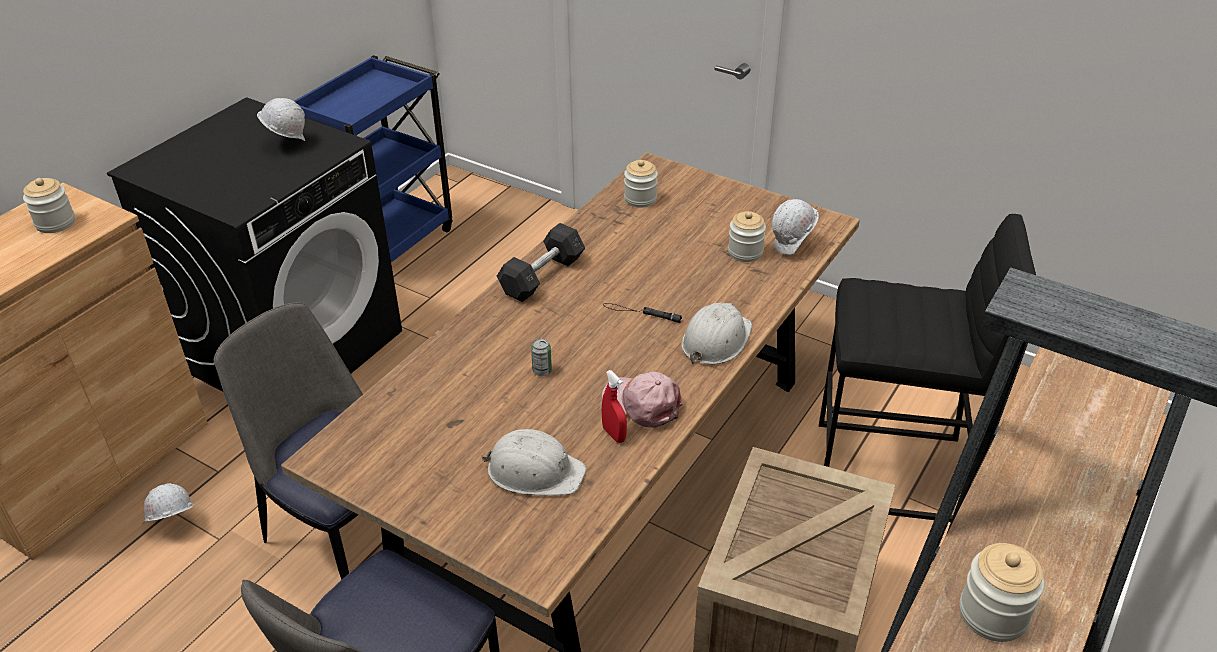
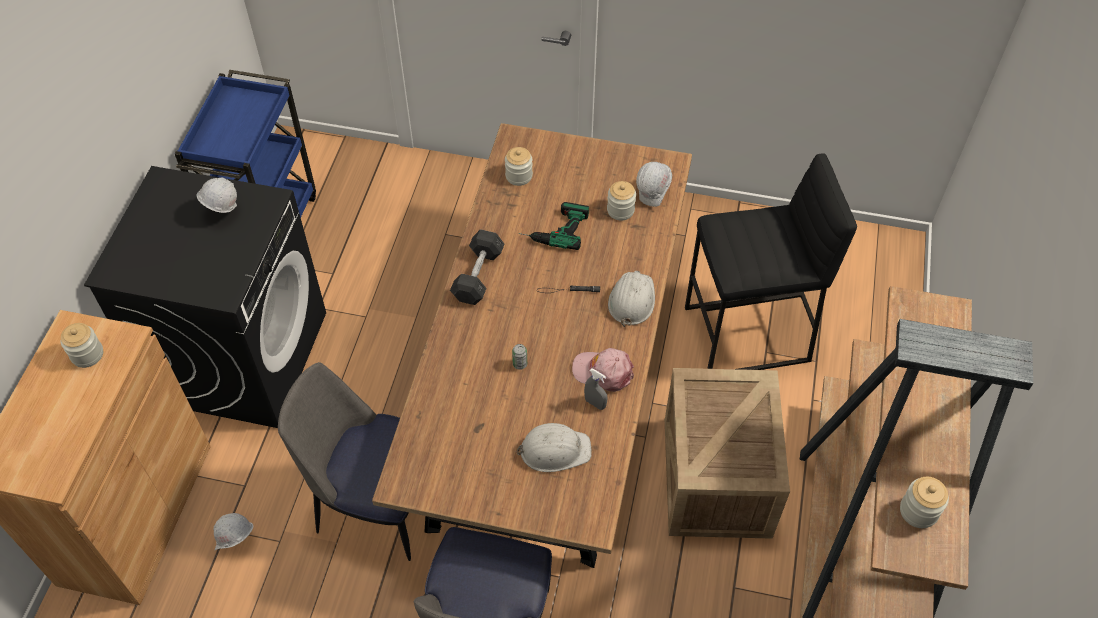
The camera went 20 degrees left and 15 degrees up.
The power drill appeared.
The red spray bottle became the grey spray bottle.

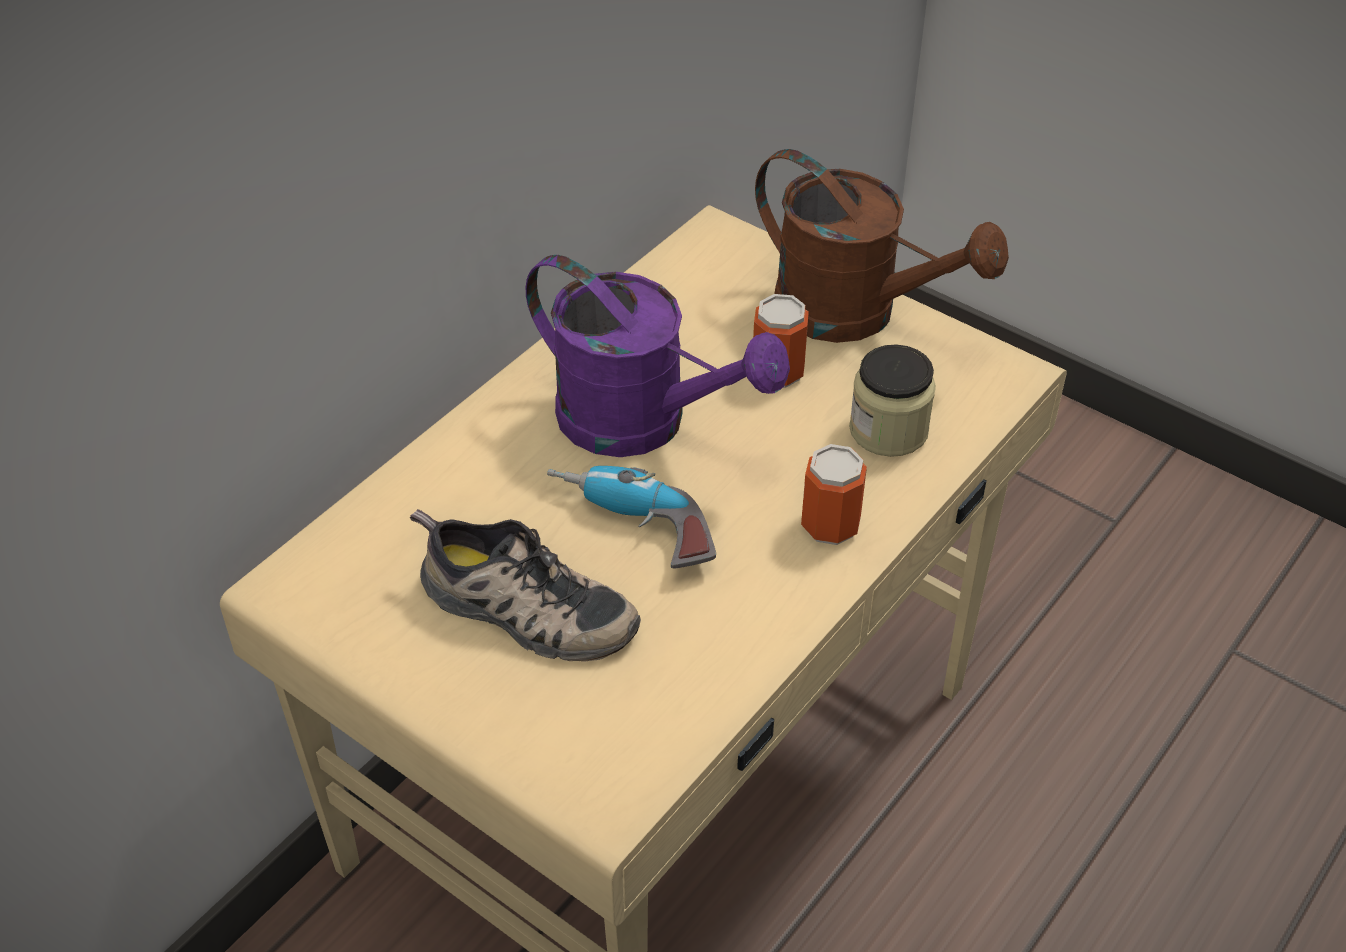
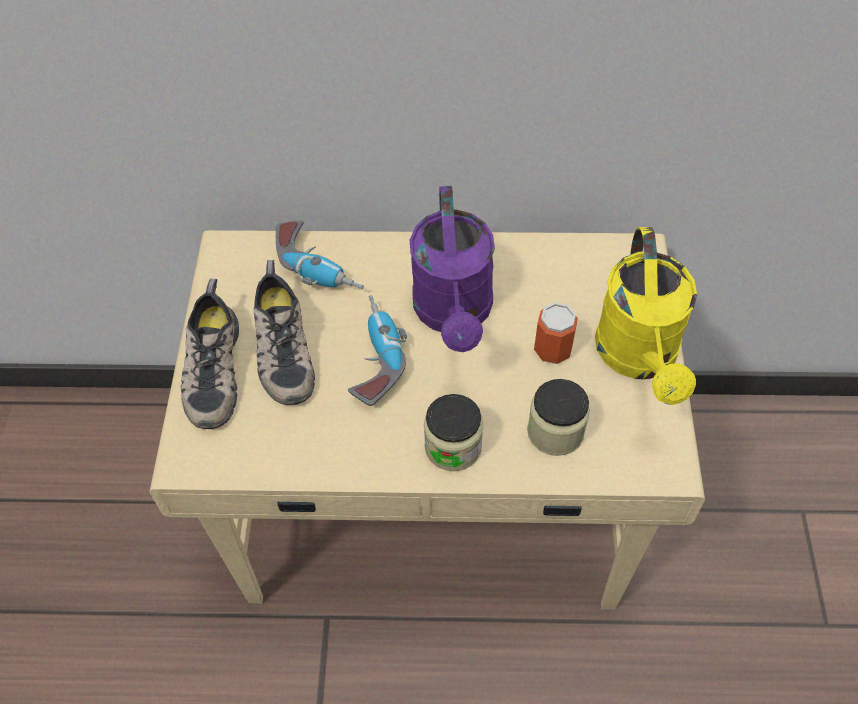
The camera went 55 degrees right and 10 degrees up.
The shoe (1st from left) appeared.
The power drill (1st from left) appeared.
The can (2nd from left) was replaced by the jar (1st from left).
The brown watering can became the yellow watering can.

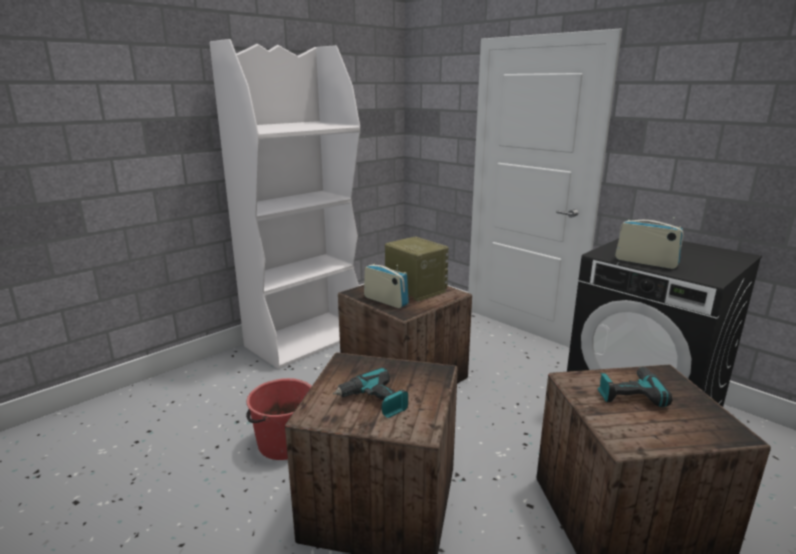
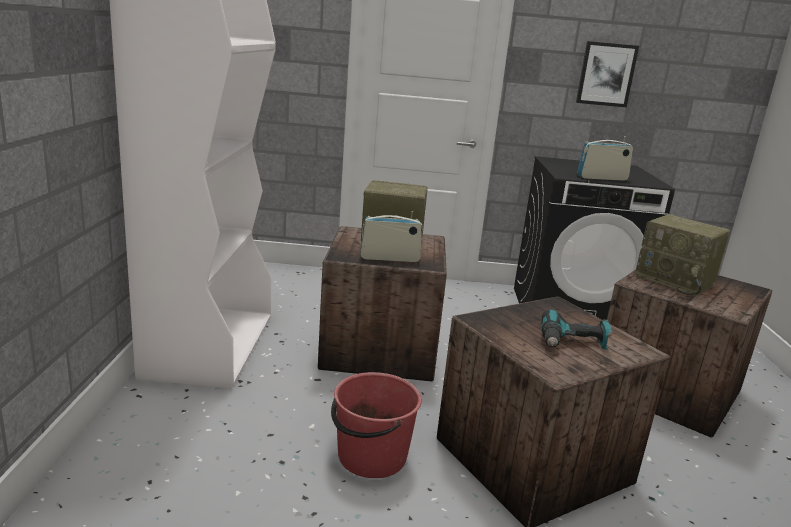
The camera went 45 degrees left and 0 degrees up.
The picture appeared.
The power drill (2nd from left) was replaced by the radio (4th from left).

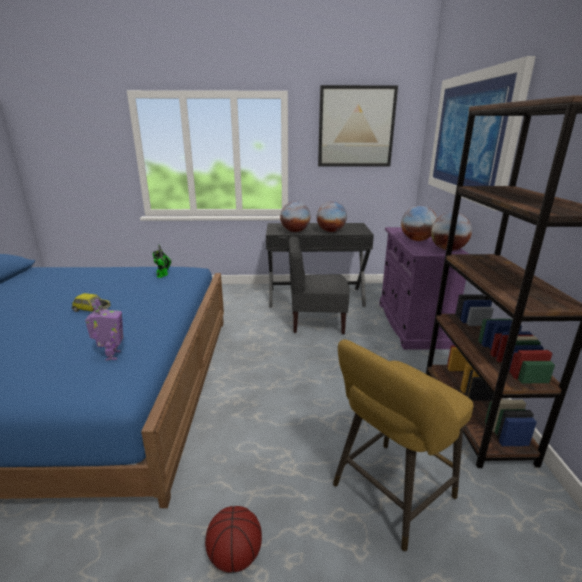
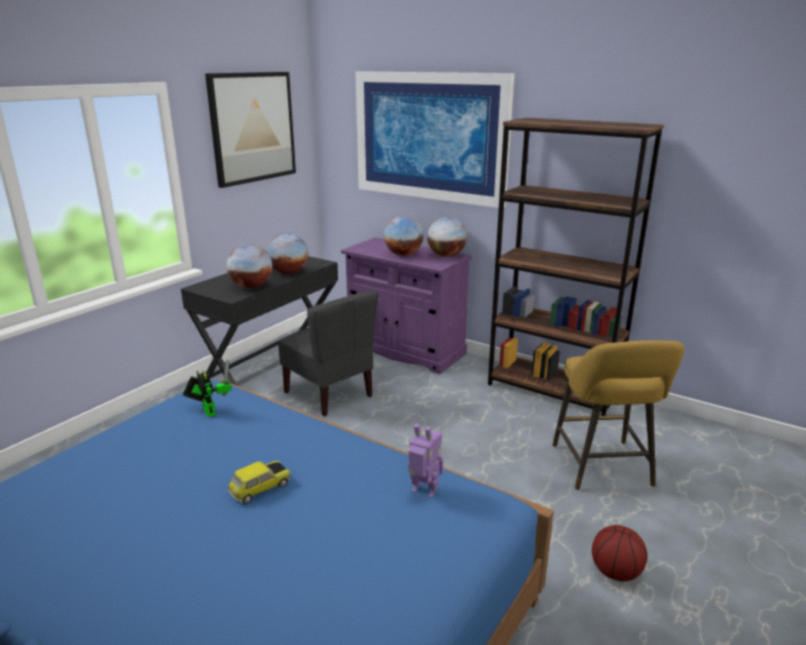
The camera went 55 degrees left and 0 degrees up.
The grey chair turned 75 degrees counterclockwise.

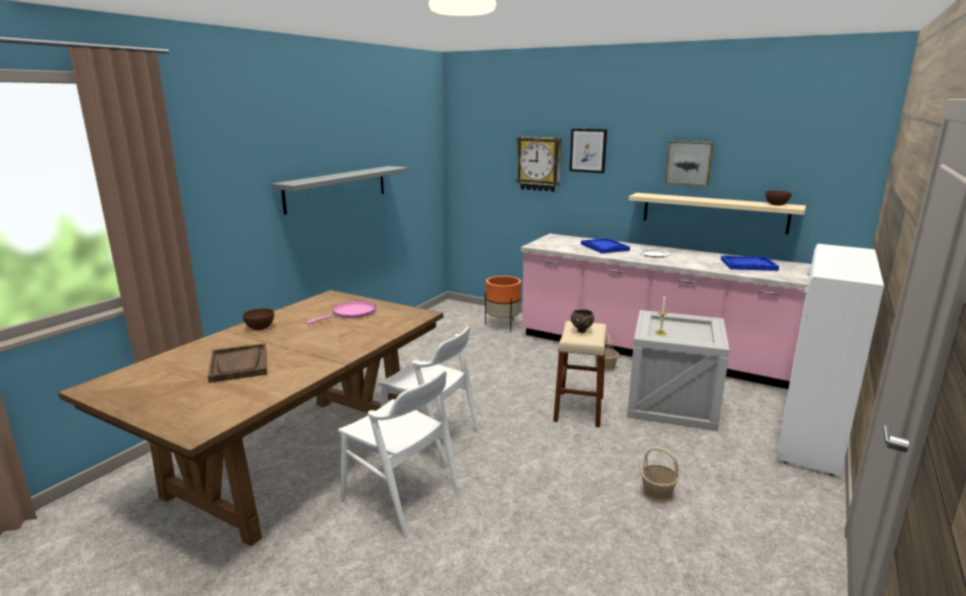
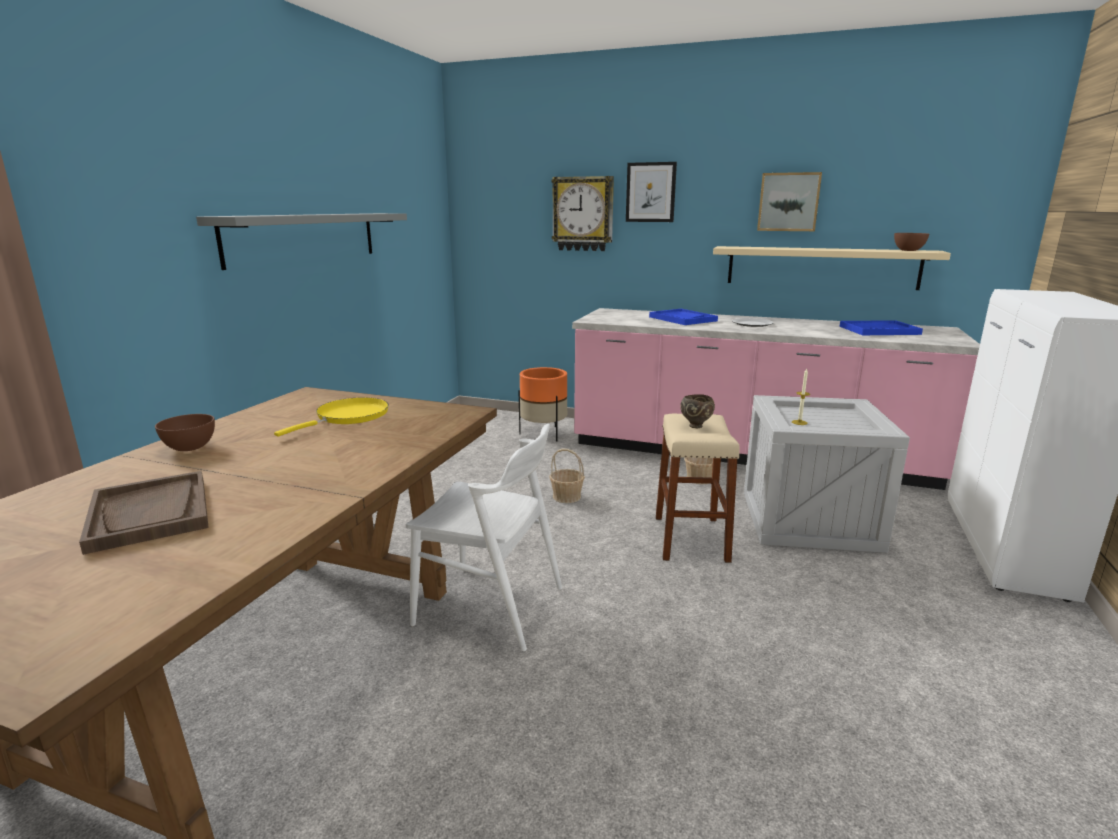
The camera went 10 degrees left and 0 degrees up.
The white chair (1st from left) disappeared.
The basket (2nd from left in the first image) moved.
The pink frying pan became the yellow frying pan.

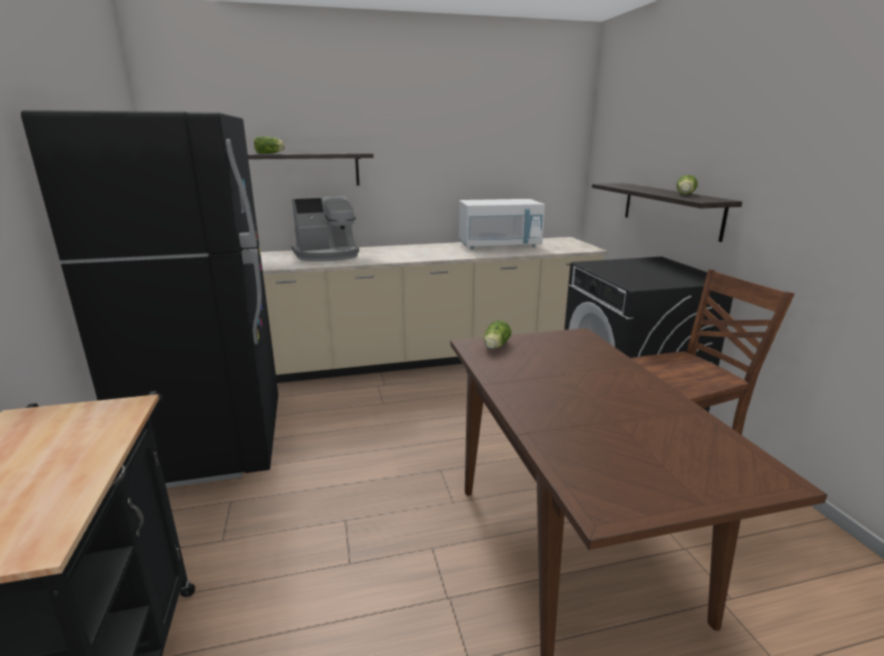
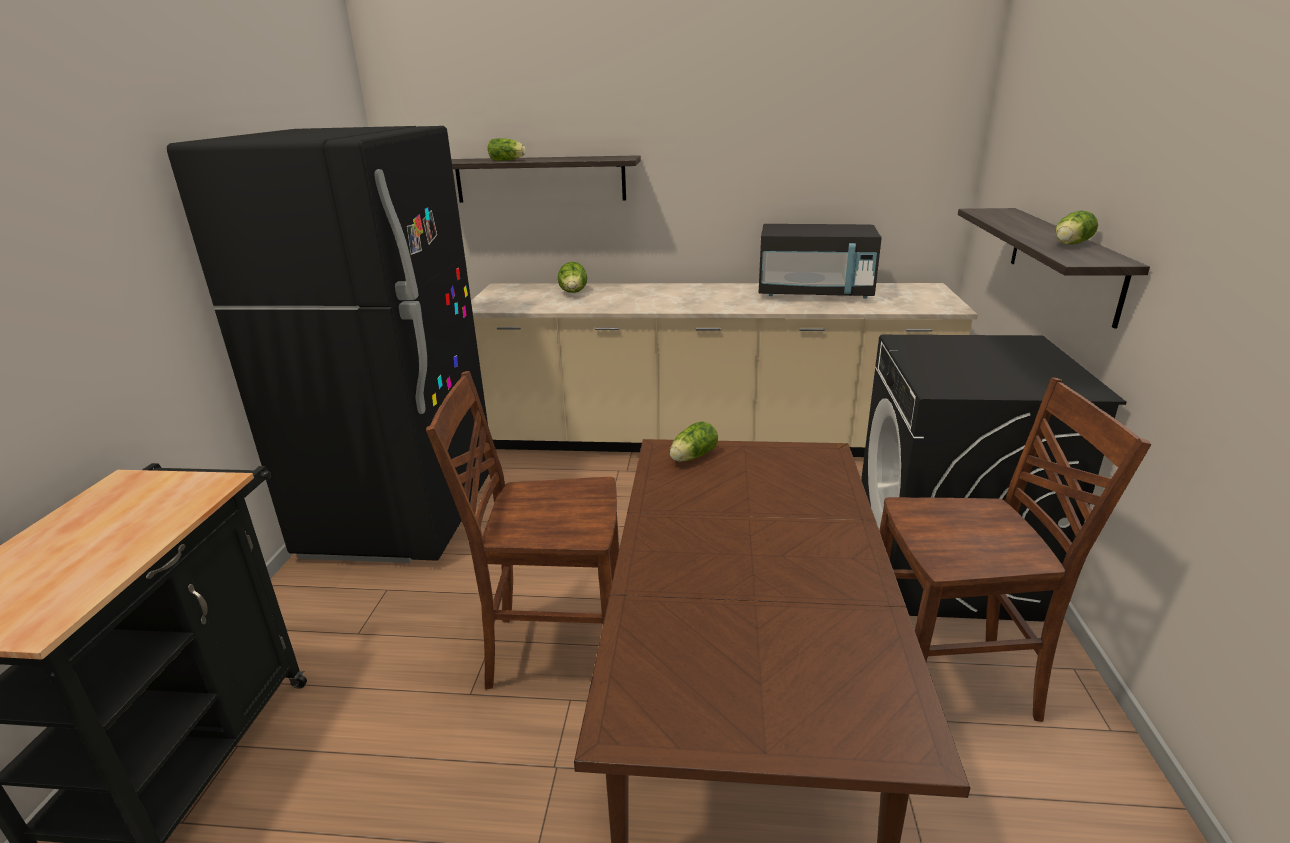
The camera went 20 degrees right and 5 degrees up.
The brown chair (1st from left) appeared.
The coffee machine was replaced by the lettuce (2nd from left).
The white microwave became the black microwave.

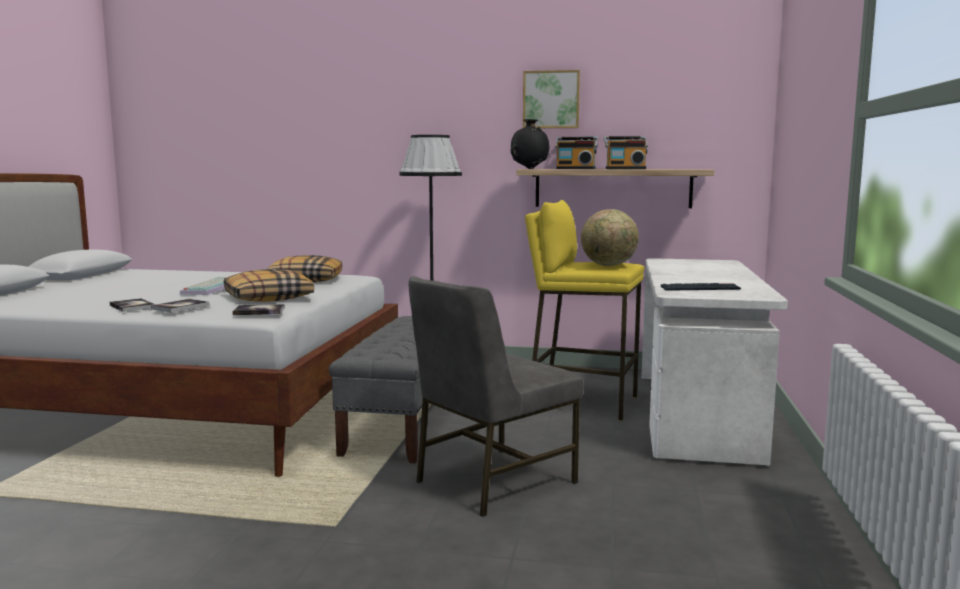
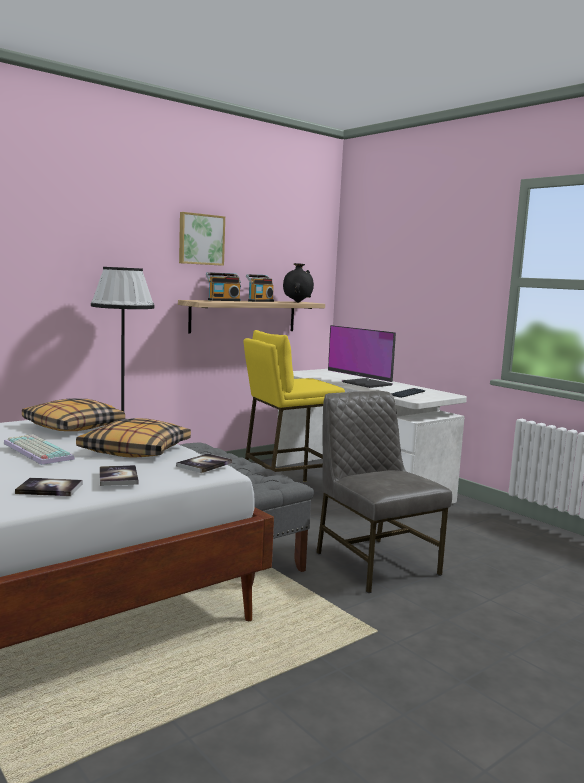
The camera went 50 degrees left and 0 degrees up.
The globe disappeared.
The monitor appeared.
The black vase moved.
The grey chair turned 150 degrees clockwise.

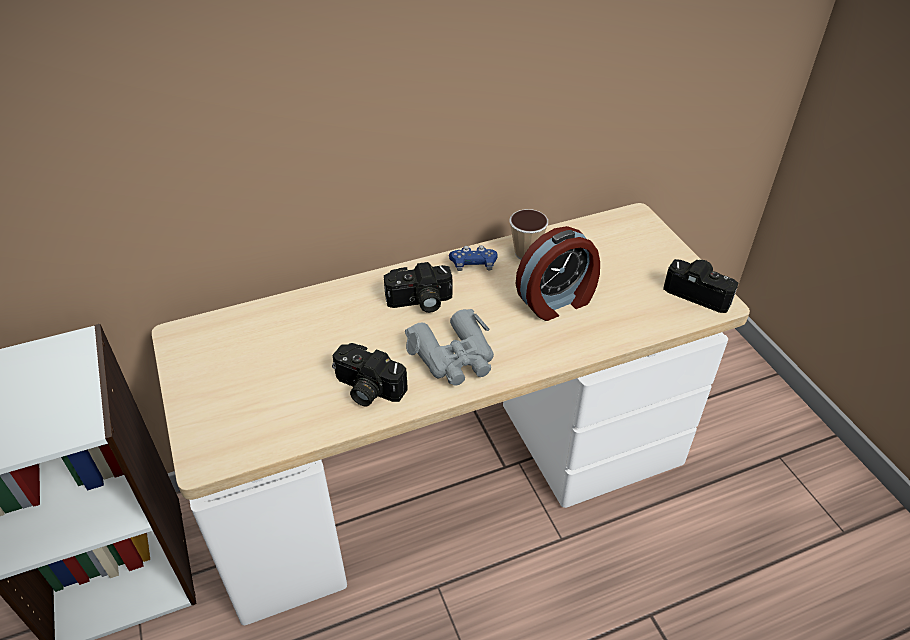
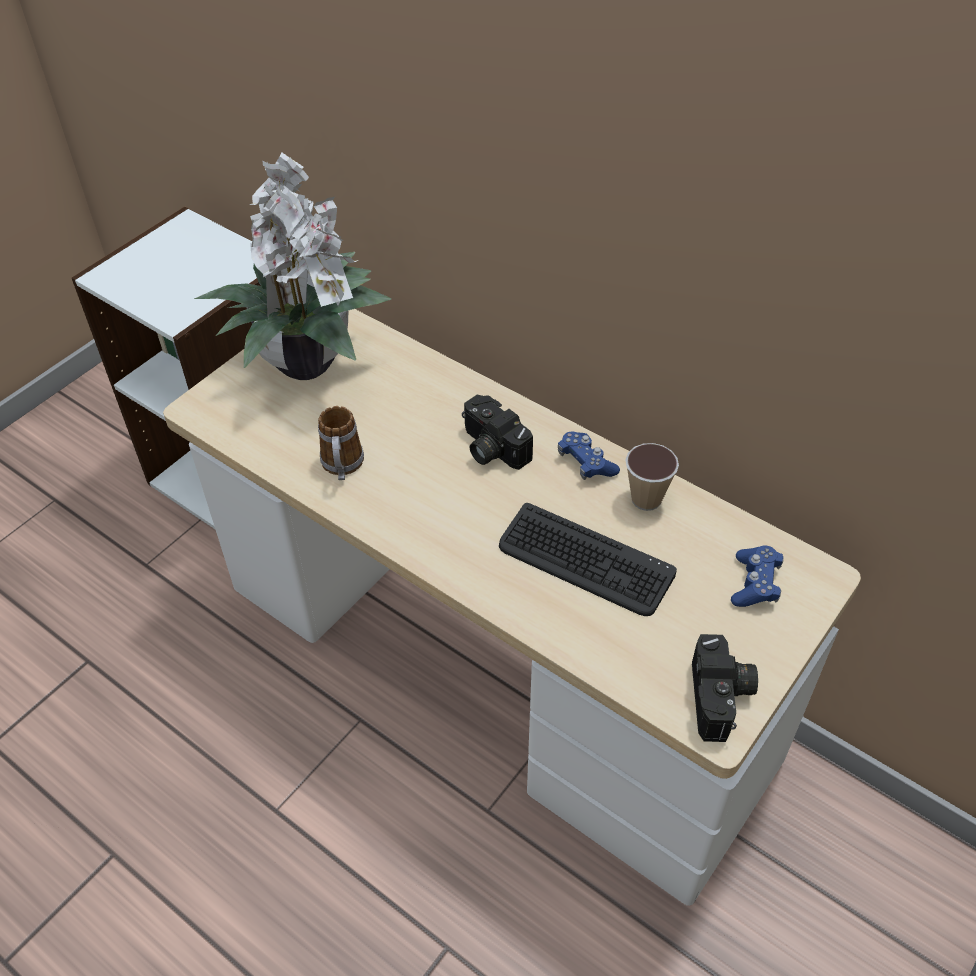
The camera went 60 degrees right and 5 degrees up.
The grey binoculars disappeared.
The potted plant appeared.
The blue game controller (2nd from left) appeared.
The photo camera (1st from left) was replaced by the mug.
The alarm clock was replaced by the keyboard.

